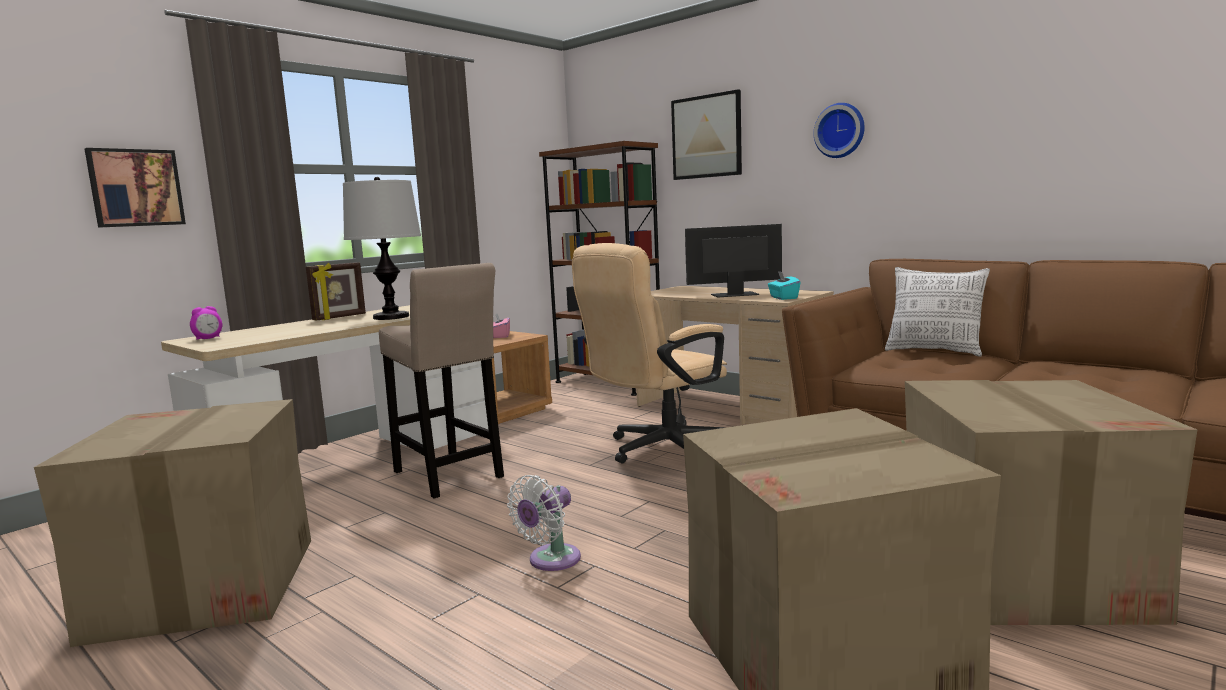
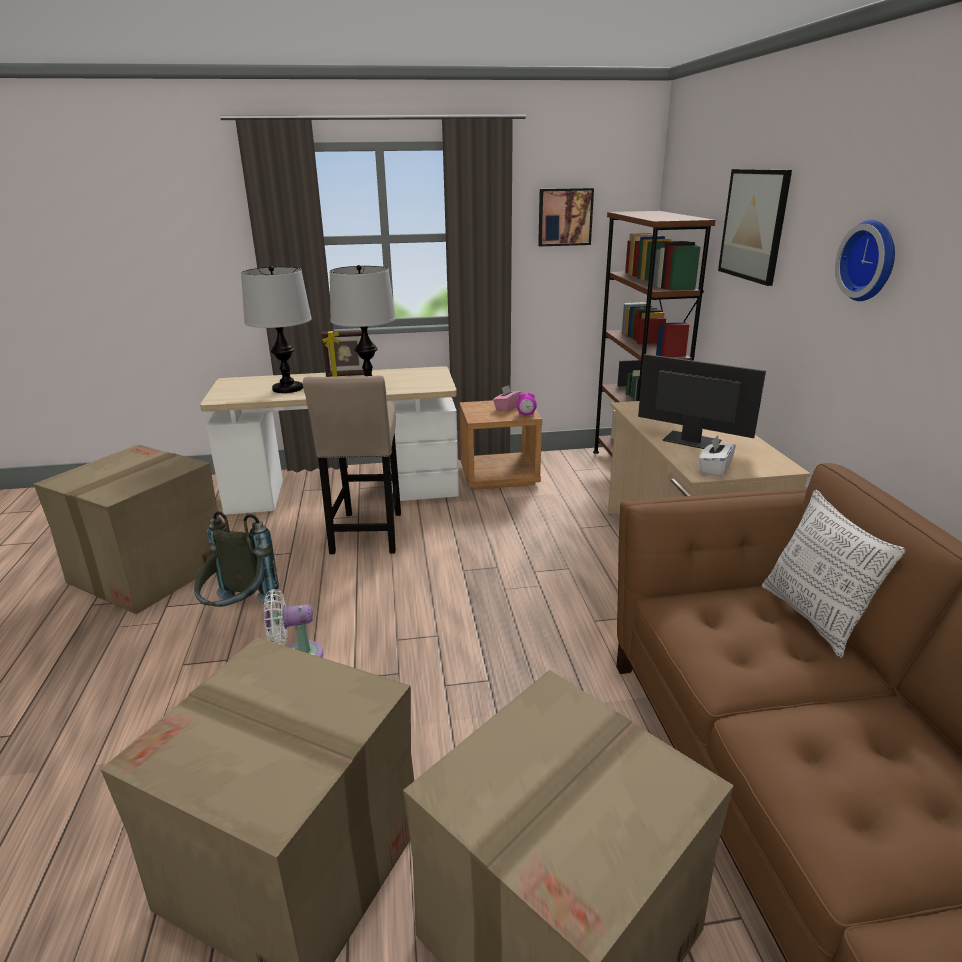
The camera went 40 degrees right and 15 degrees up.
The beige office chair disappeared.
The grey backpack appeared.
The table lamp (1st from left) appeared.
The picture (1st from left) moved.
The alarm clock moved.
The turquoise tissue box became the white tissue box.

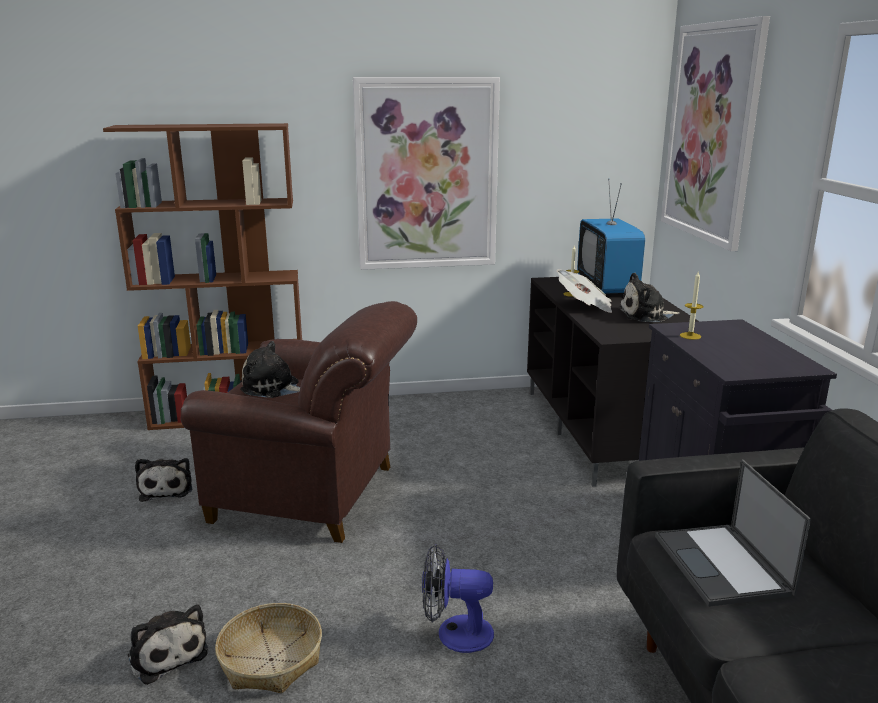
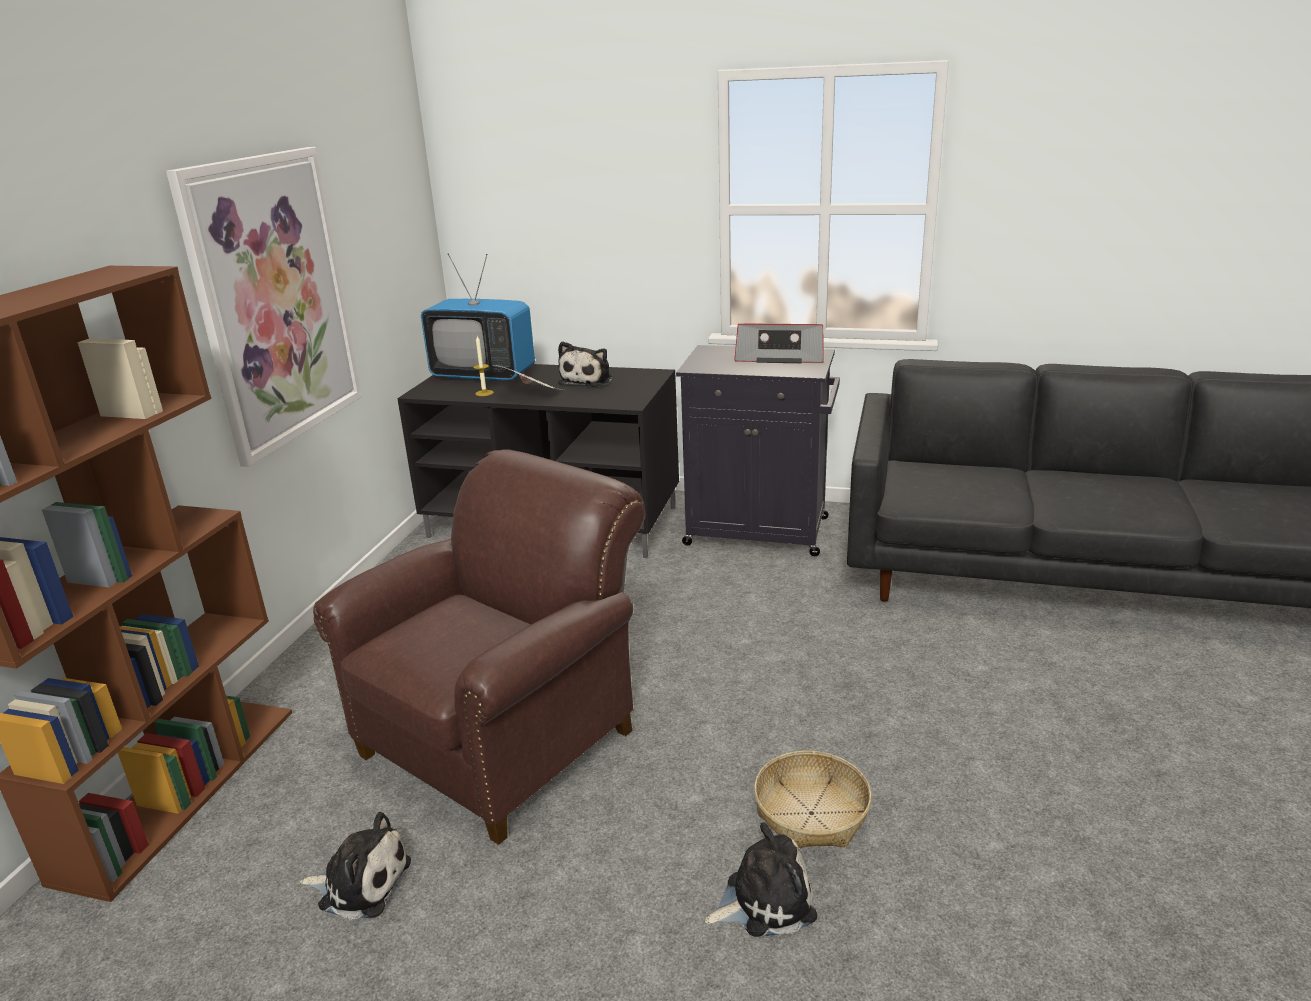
The camera went 65 degrees left and 5 degrees up.
The plush toy (3rd from left) disappeared.
The fan disappeared.
The laptop disappeared.
The picture (2nd from left) disappeared.
The candle (2nd from left) disappeared.
The radio appeared.

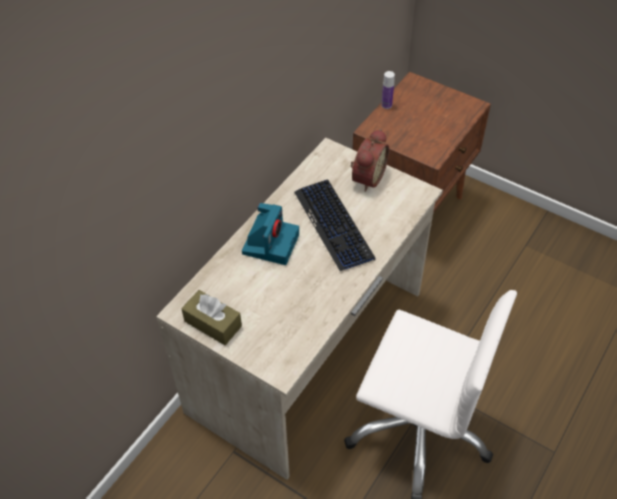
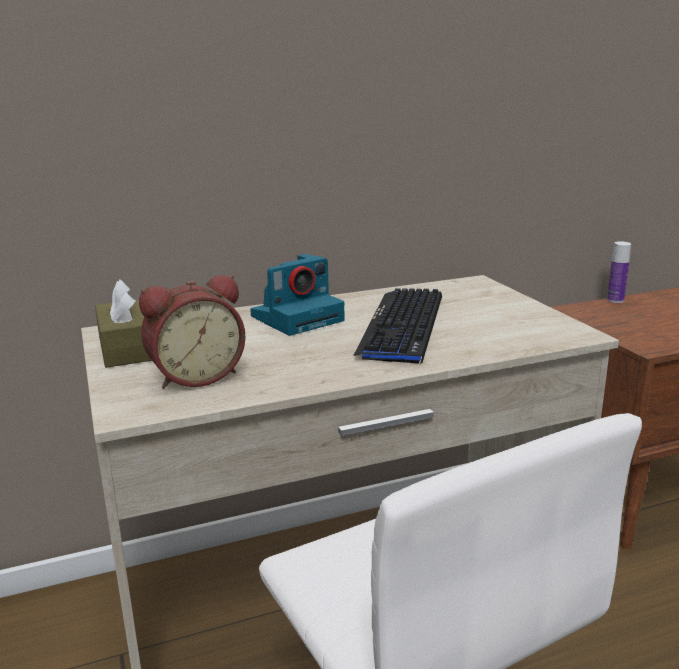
The camera went 35 degrees right and 30 degrees down.
The alarm clock moved.

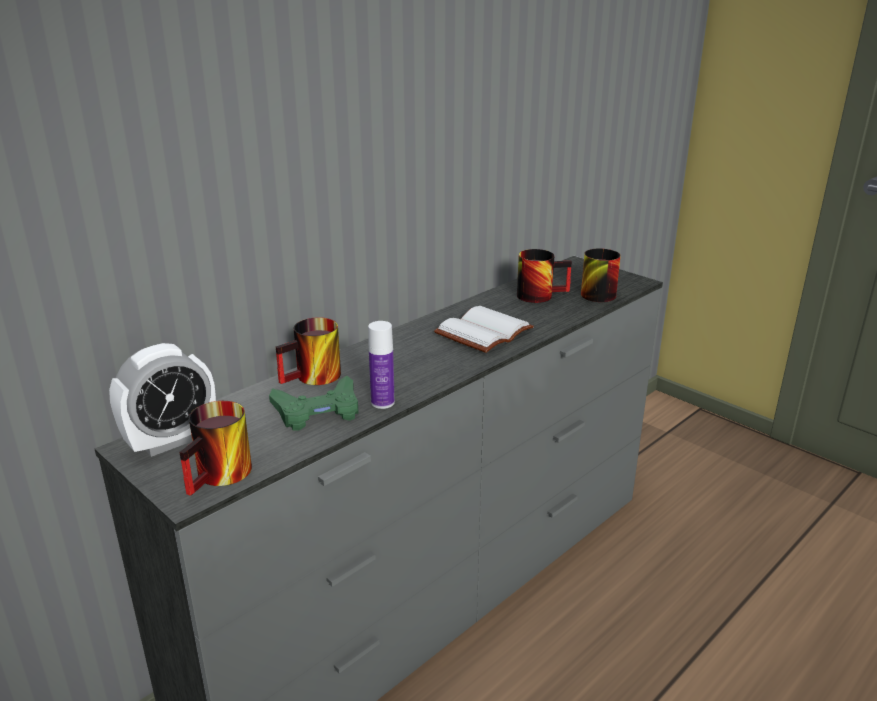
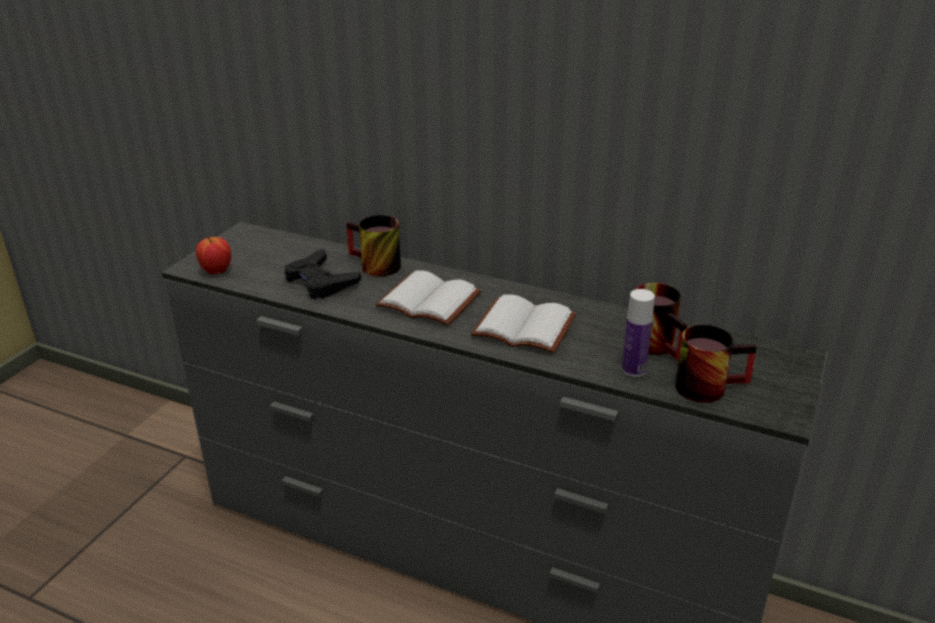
The camera went 70 degrees right and 5 degrees up.
The alarm clock disappeared.
The white book (1st from left) appeared.
The bottle moved.
The mug (1st from left) was replaced by the apple.
The green game controller became the black game controller.

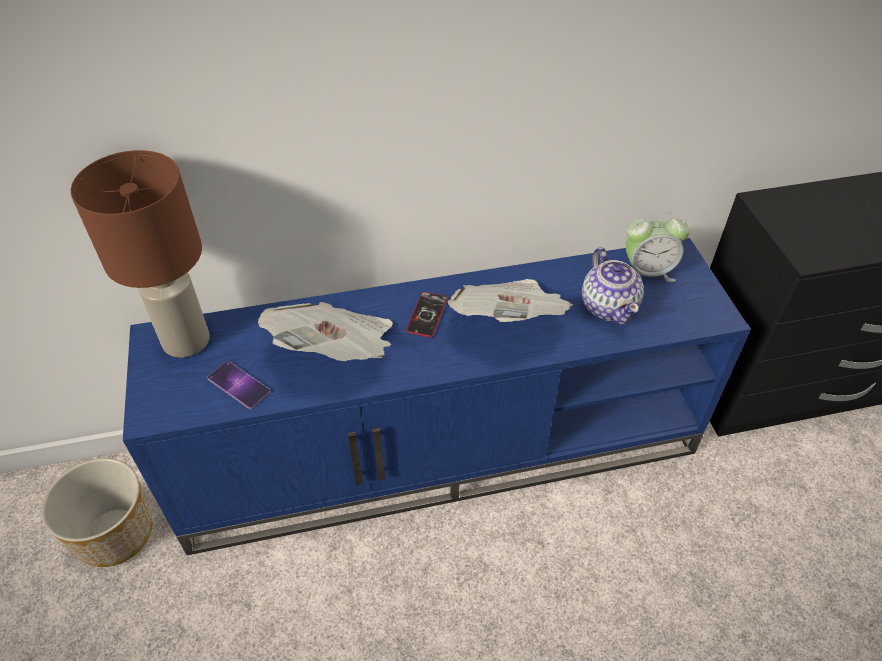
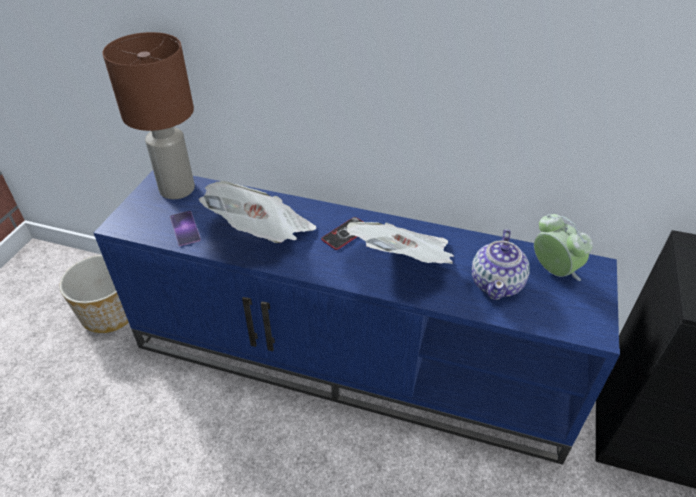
The camera went 30 degrees right and 5 degrees down.
The alarm clock turned 150 degrees counterclockwise.

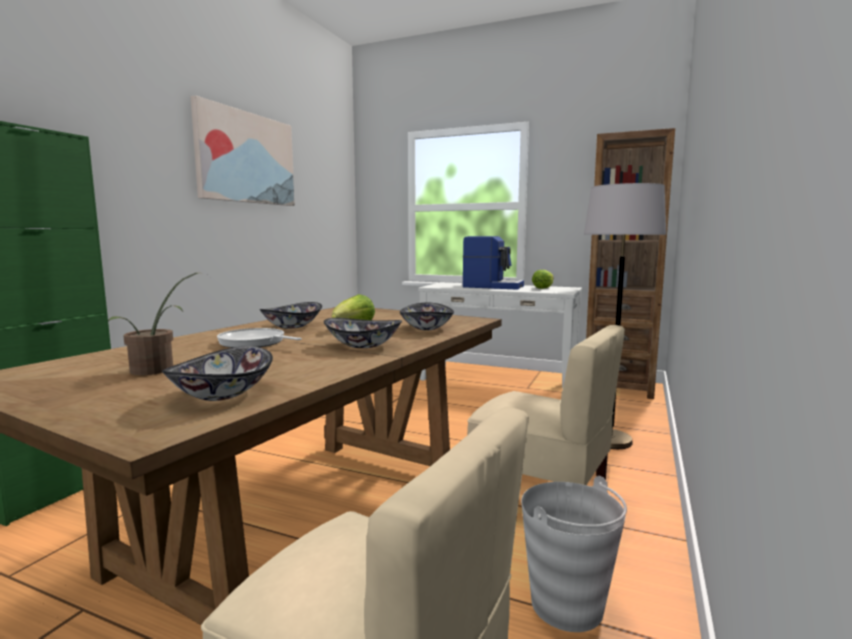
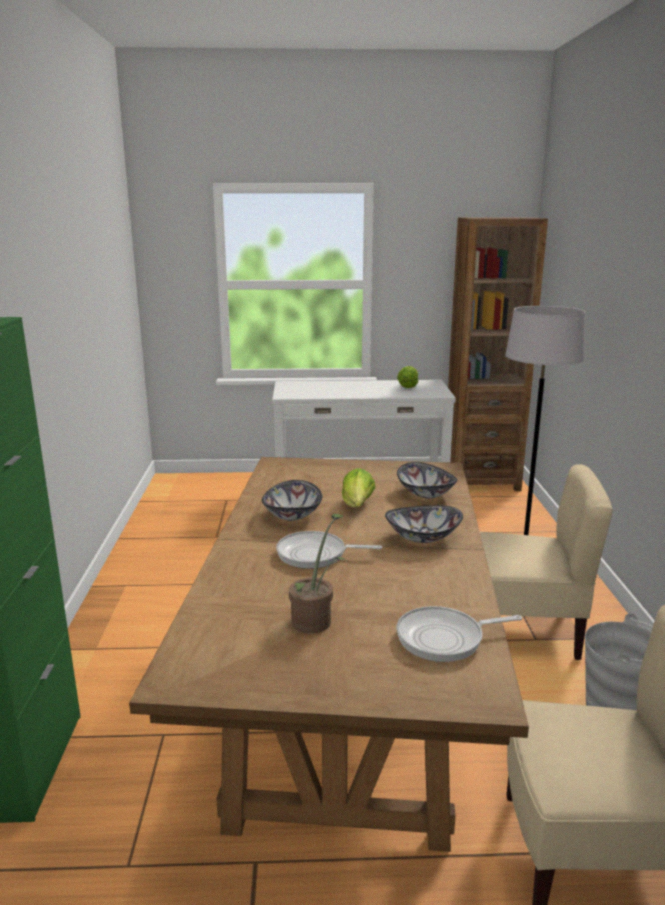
The camera went 25 degrees left and 10 degrees up.
The picture disappeared.
The coffee machine disappeared.
The bowl (1st from left) was replaced by the frying pan (2nd from left).

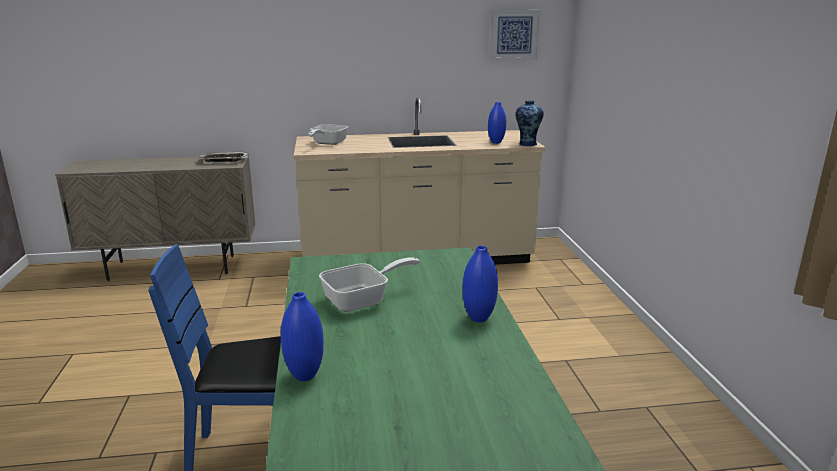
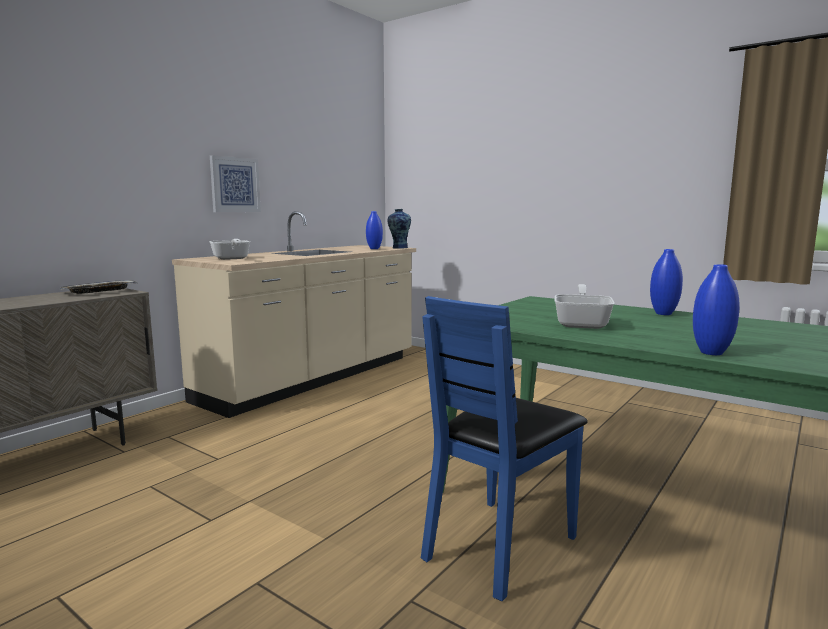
The camera went 45 degrees left and 10 degrees down.
The picture moved.

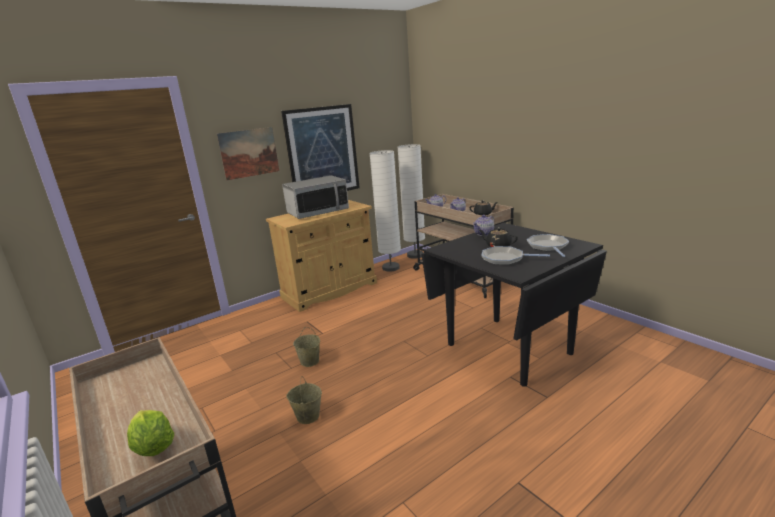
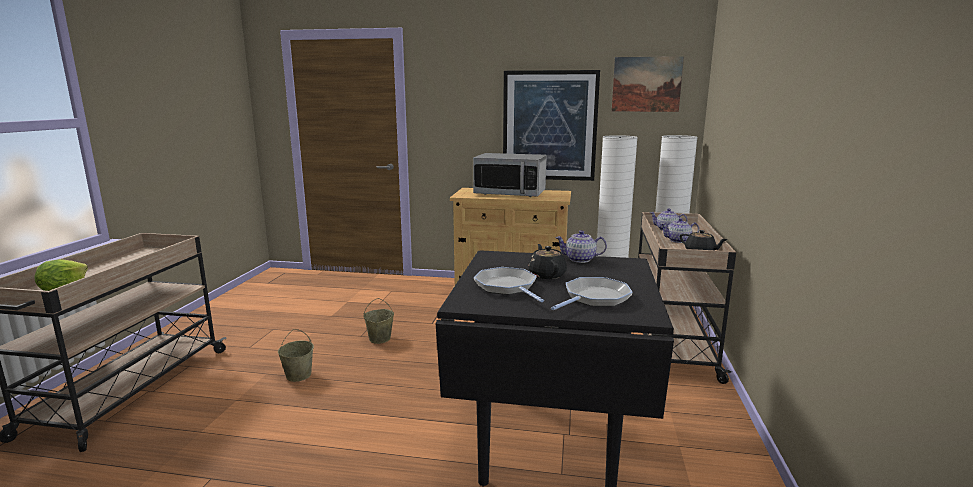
The camera went 45 degrees right and 5 degrees down.
The picture (1st from left in the first image) moved.

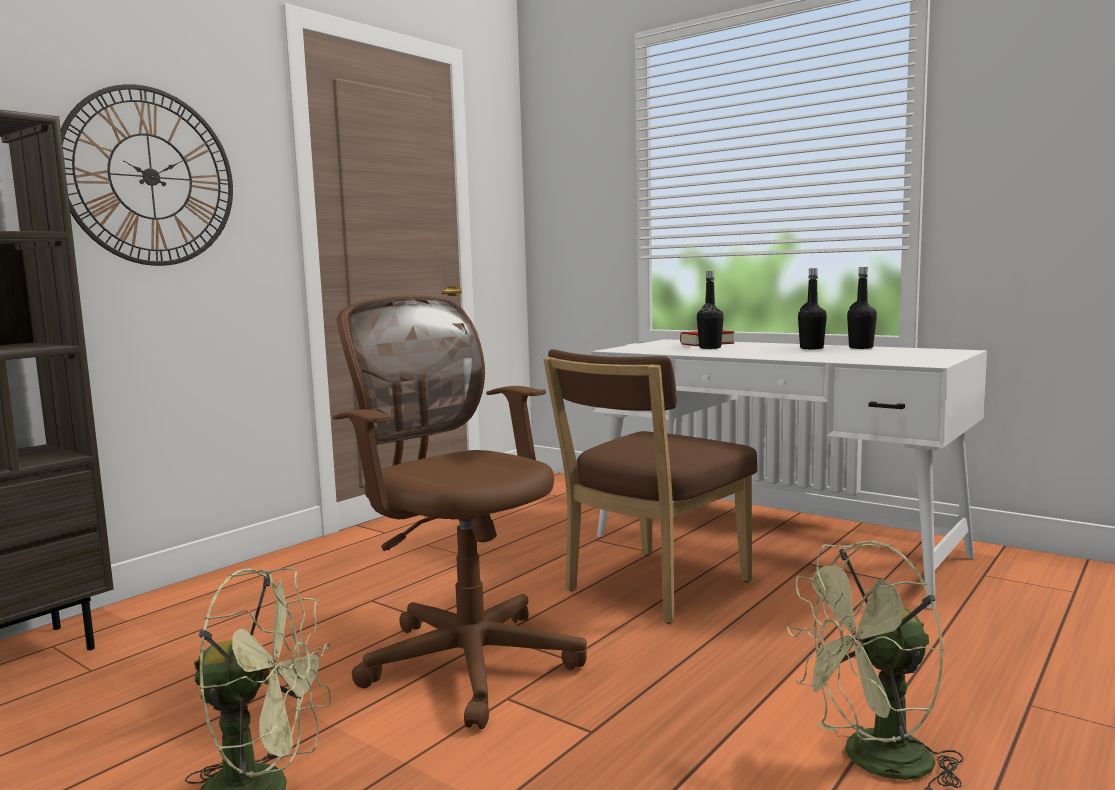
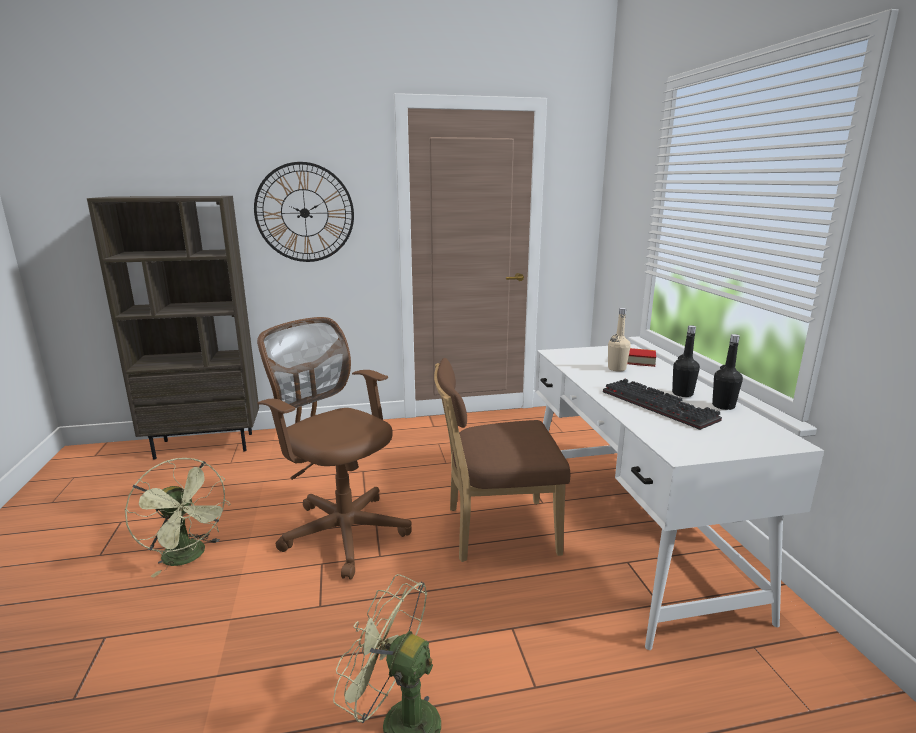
The camera went 40 degrees right and 10 degrees up.
The keyboard appeared.
The black bottle (1st from left) became the beige bottle.
The brown office chair turned 45 degrees counterclockwise.

